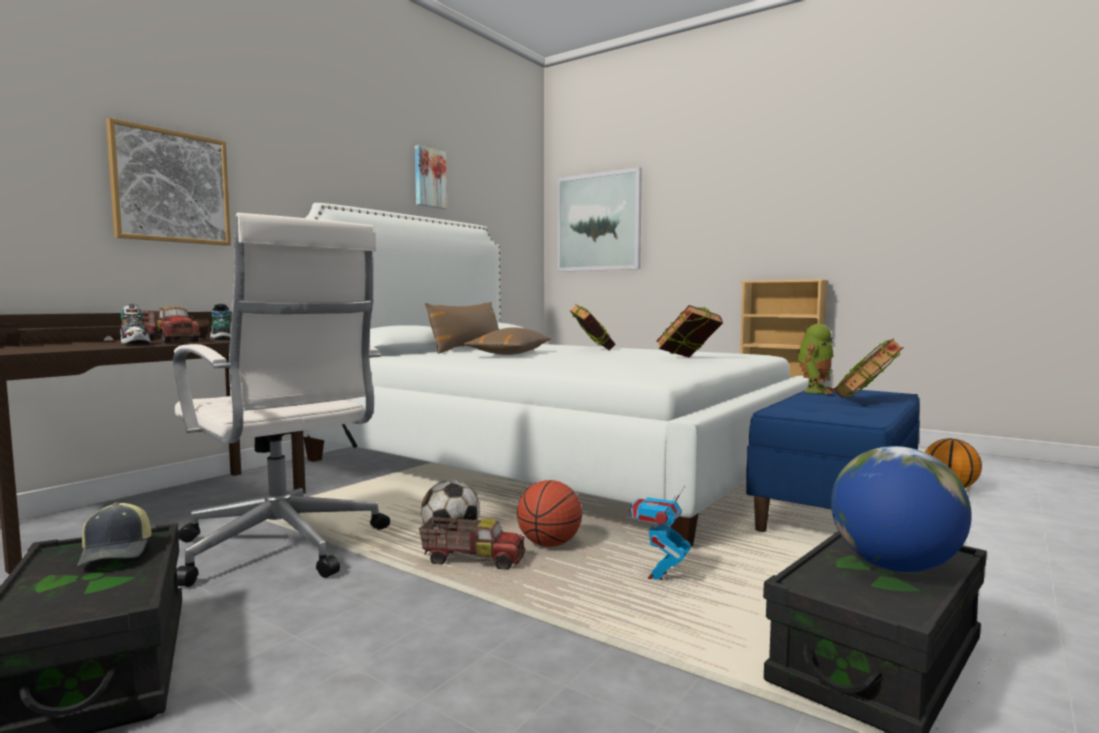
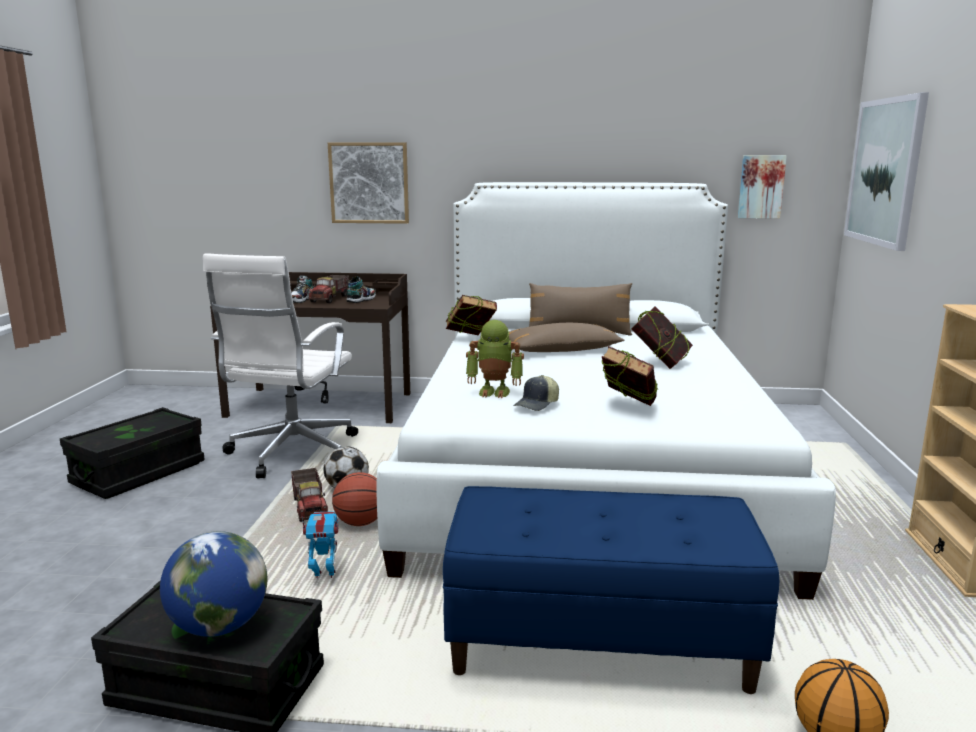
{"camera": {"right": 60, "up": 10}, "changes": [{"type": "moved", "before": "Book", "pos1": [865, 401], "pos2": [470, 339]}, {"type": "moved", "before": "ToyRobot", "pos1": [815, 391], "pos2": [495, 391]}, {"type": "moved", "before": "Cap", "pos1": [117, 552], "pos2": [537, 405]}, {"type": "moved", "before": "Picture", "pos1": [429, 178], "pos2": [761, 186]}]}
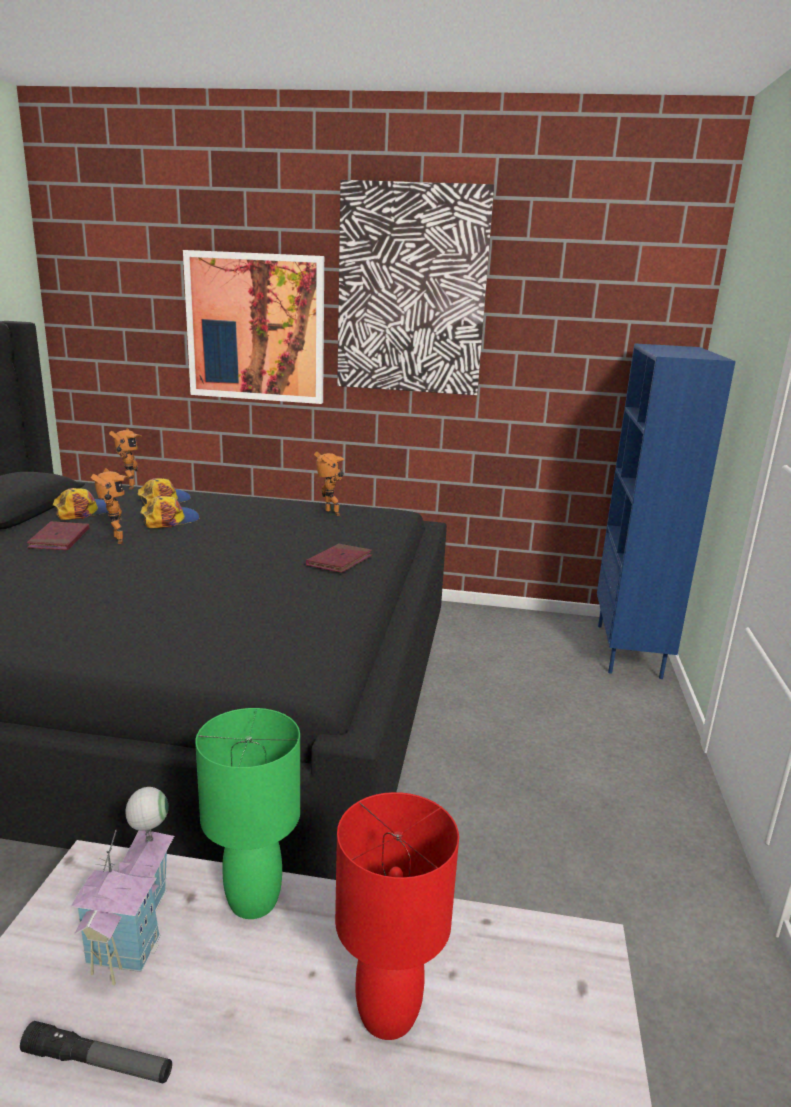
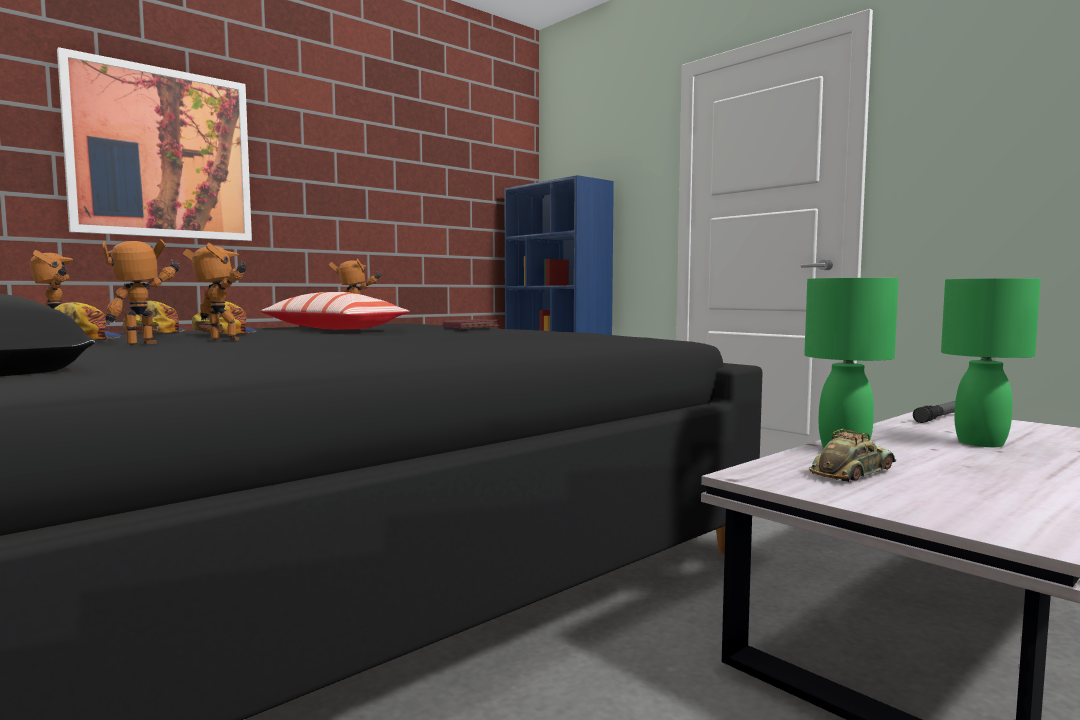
{"camera": {"right": -50, "up": -15}, "changes": [{"type": "replaced", "before": "RedBook", "after": "ToyRobot", "pos1": [59, 539], "pos2": [146, 344]}, {"type": "added", "after": "Pillow", "pos2": [332, 329]}, {"type": "replaced", "before": "ToyHouse", "after": "ToyCar", "pos1": [135, 928], "pos2": [852, 473]}, {"type": "moved", "before": "Flashlight", "pos1": [98, 1063], "pos2": [938, 417]}, {"type": "recoloured", "before": "RedTableLamp", "after": "GreenTableLamp", "pos1": [386, 1015], "pos2": [980, 443]}, {"type": "removed", "before": "Picture", "pos1": [412, 291]}]}
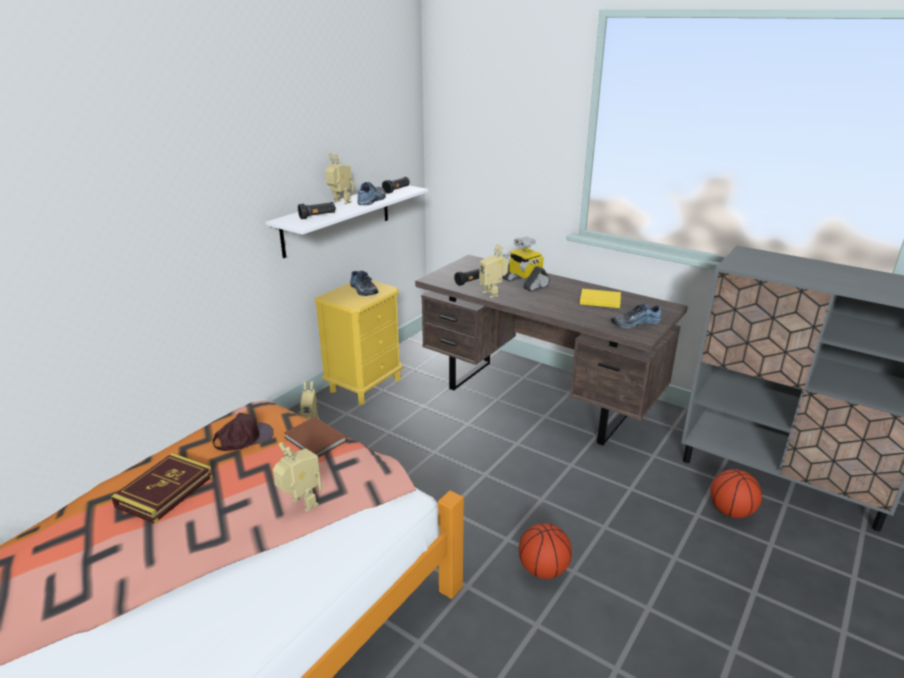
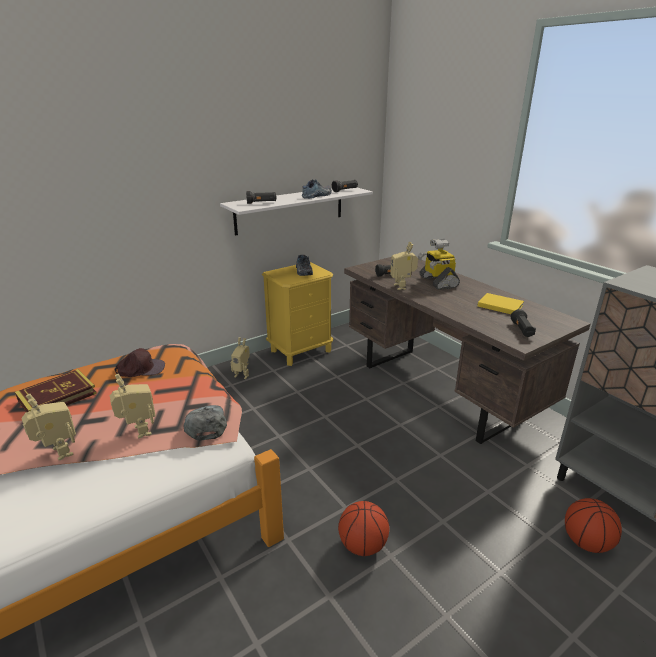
{"camera": {"right": 20, "up": 0}, "changes": [{"type": "moved", "before": "ToyRobot", "pos1": [340, 203], "pos2": [58, 453]}, {"type": "added", "after": "GreyCap", "pos2": [205, 424]}, {"type": "replaced", "before": "Shoe", "after": "BlackFlashlight", "pos1": [634, 322], "pos2": [522, 330]}, {"type": "removed", "before": "BrownBook", "pos1": [315, 440]}]}
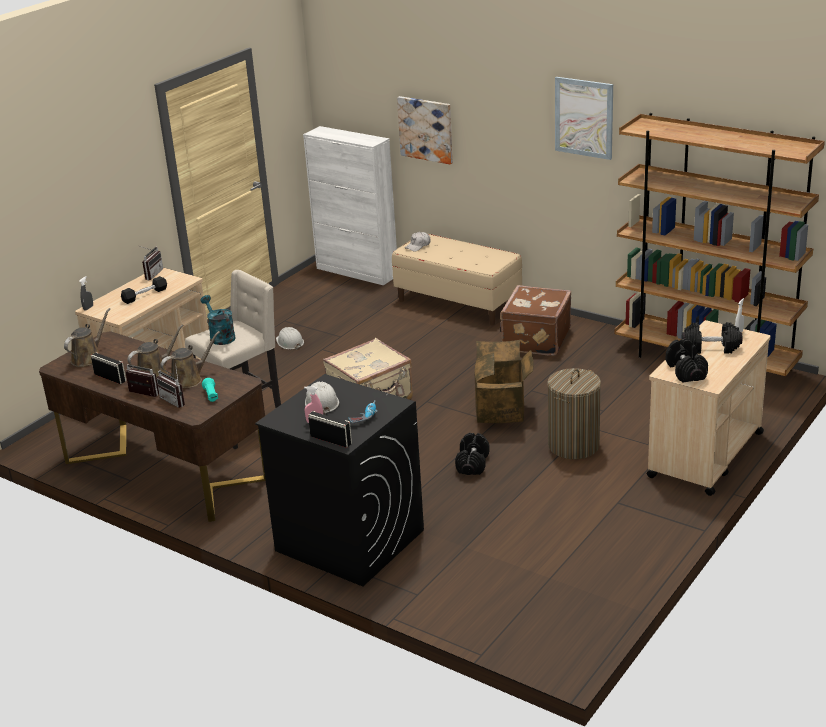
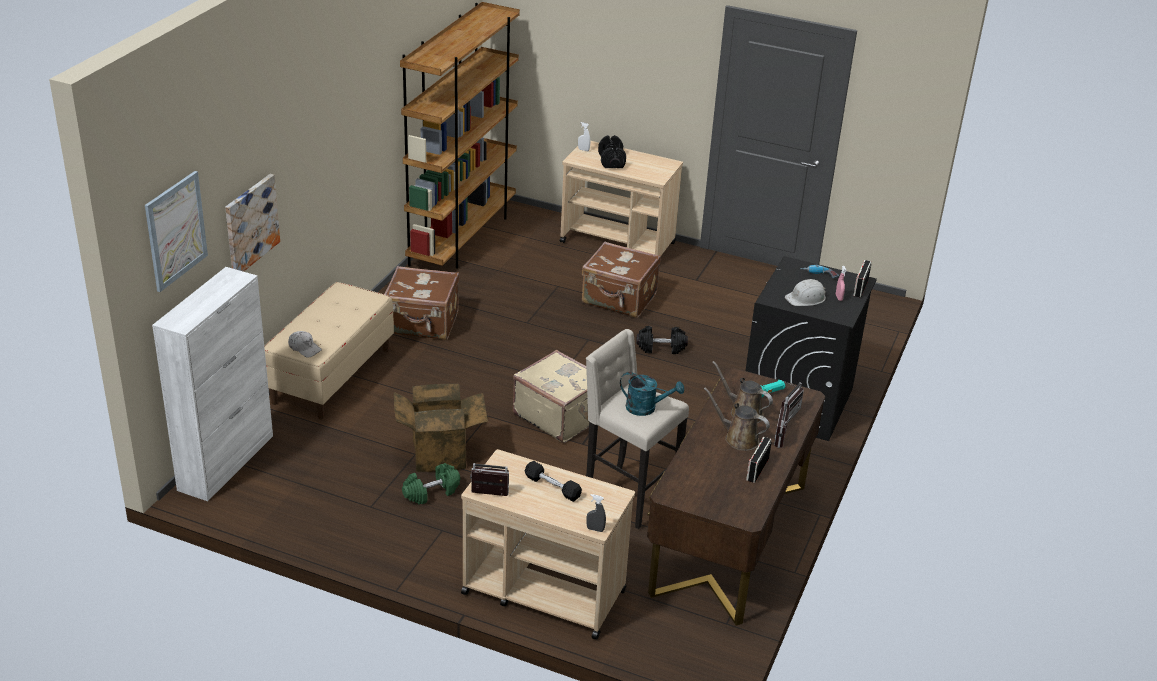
{"camera": {"right": -105, "up": 5}, "changes": [{"type": "moved", "before": "Picture", "pos1": [584, 117], "pos2": [176, 230]}, {"type": "moved", "before": "CardboardBox", "pos1": [502, 411], "pos2": [440, 453]}, {"type": "replaced", "before": "WhiteHardHat", "after": "GreenDumbbell", "pos1": [289, 342], "pos2": [431, 492]}, {"type": "replaced", "before": "LaundryBasket", "after": "BrownSuitcase", "pos1": [573, 446], "pos2": [619, 299]}, {"type": "turned", "before": "TurquoiseWateringCan", "pos1": [220, 336], "pos2": [646, 408], "turn": -120}, {"type": "removed", "before": "BrownWateringCan", "pos1": [88, 358]}, {"type": "removed", "before": "BlackDumbbell", "pos1": [685, 371]}]}
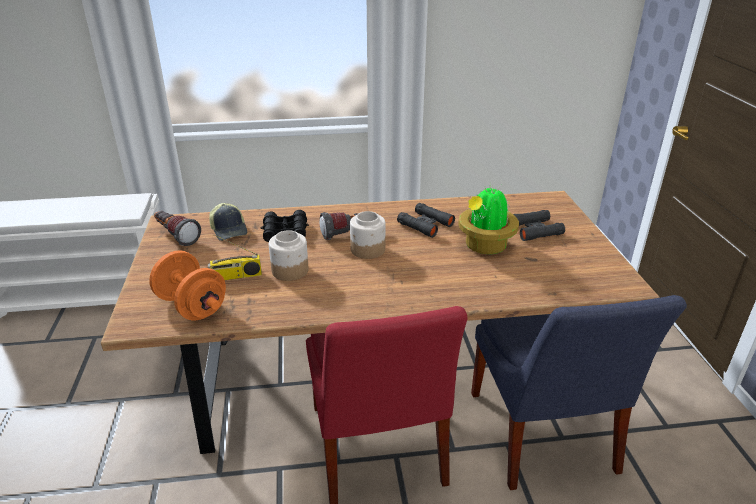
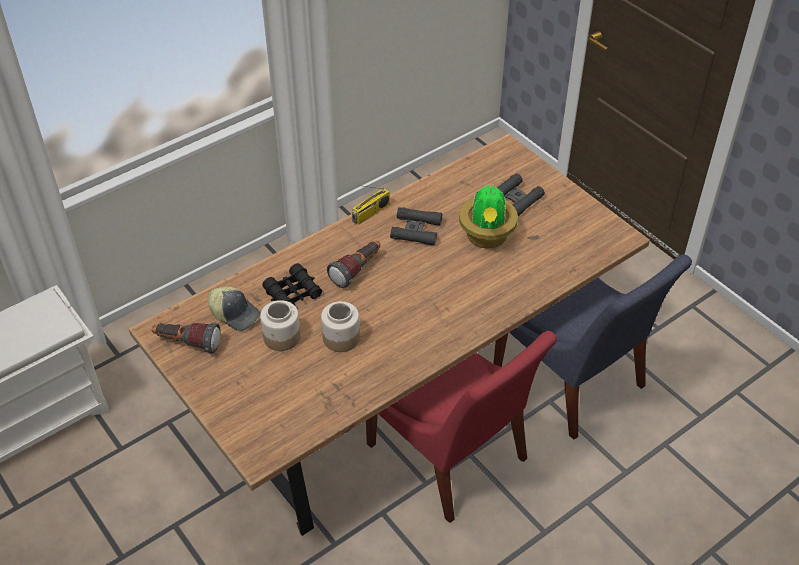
{"camera": {"right": -30, "up": 15}, "changes": [{"type": "moved", "before": "Jar", "pos1": [367, 250], "pos2": [282, 337]}, {"type": "moved", "before": "Radio", "pos1": [236, 276], "pos2": [371, 213]}, {"type": "removed", "before": "OrangeDumbbell", "pos1": [192, 306]}]}
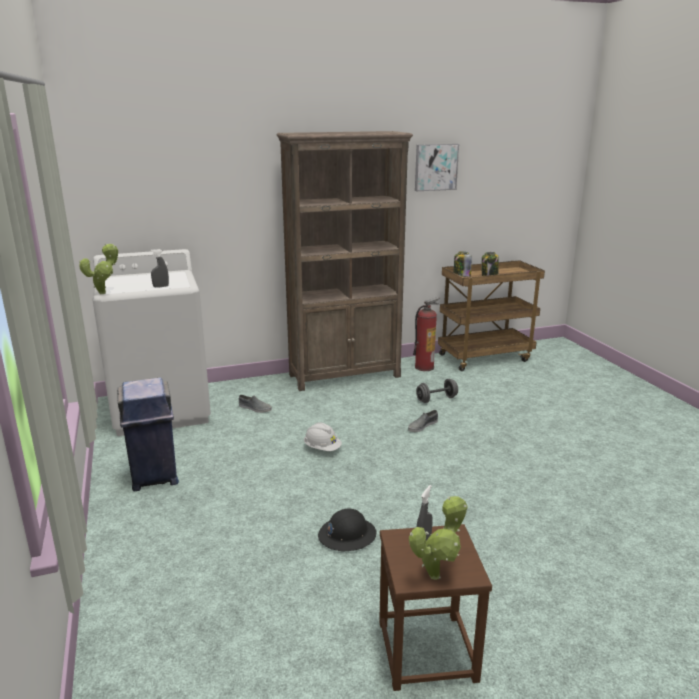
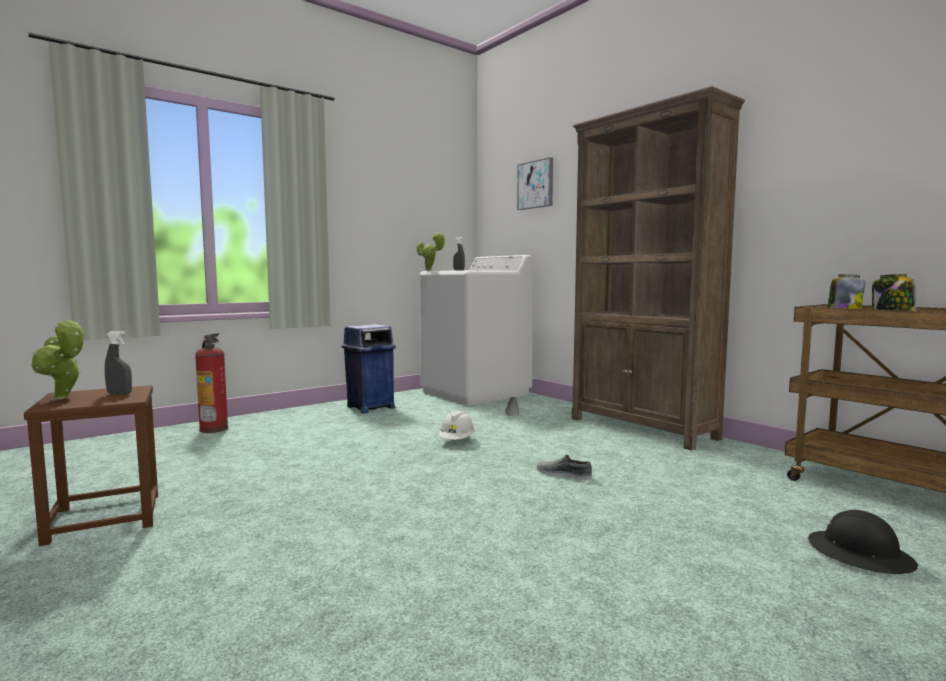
{"camera": {"right": 70, "up": -15}, "changes": [{"type": "moved", "before": "FireExtinguisher", "pos1": [424, 367], "pos2": [214, 429]}, {"type": "moved", "before": "Picture", "pos1": [435, 167], "pos2": [536, 184]}, {"type": "moved", "before": "BlackHardHat", "pos1": [347, 535], "pos2": [860, 554]}, {"type": "removed", "before": "GreyDumbbell", "pos1": [436, 399]}]}
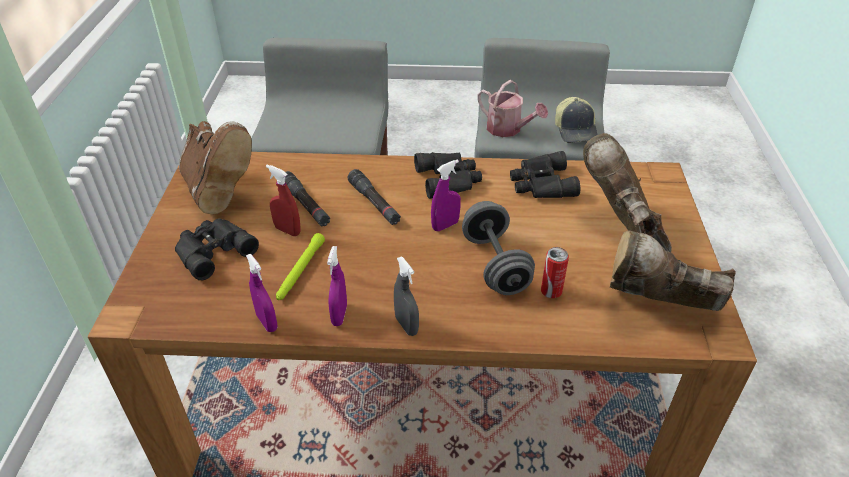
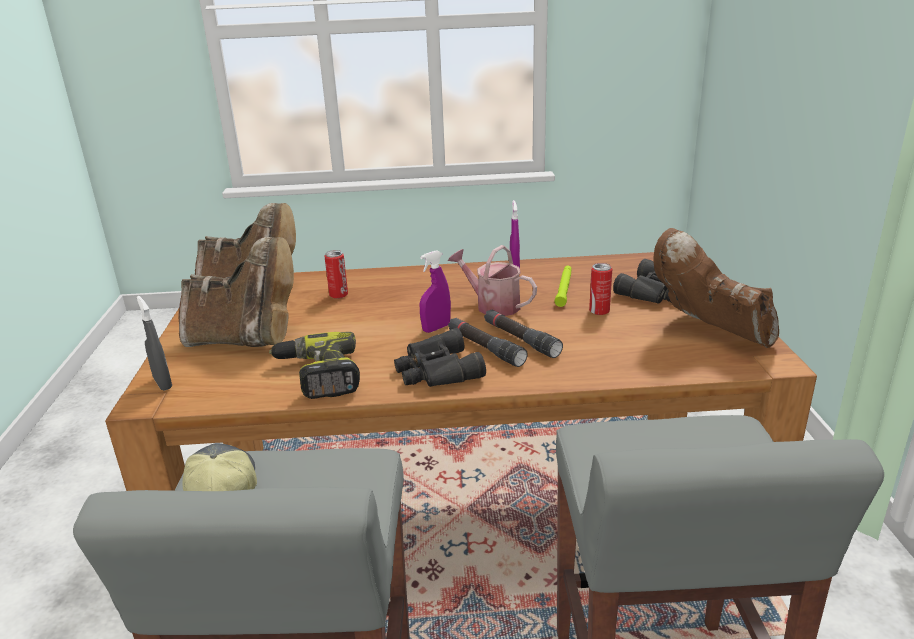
{"camera": {"right": 175, "up": -15}, "changes": [{"type": "moved", "before": "GreySprayBottle", "pos1": [406, 325], "pos2": [163, 383]}, {"type": "turned", "before": "BrownBoot", "pos1": [622, 230], "pos2": [245, 340], "turn": -60}, {"type": "replaced", "before": "BlackBinoculars", "after": "PowerDrill", "pos1": [541, 184], "pos2": [318, 376]}, {"type": "moved", "before": "WateringCan", "pos1": [508, 129], "pos2": [492, 305]}, {"type": "moved", "before": "BlackFlashlight", "pos1": [305, 205], "pos2": [485, 348]}, {"type": "replaced", "before": "RedSprayBottle", "after": "Can", "pos1": [287, 230], "pos2": [599, 311]}, {"type": "removed", "before": "PurpleSprayBottle", "pos1": [267, 322]}, {"type": "removed", "before": "GreyDumbbell", "pos1": [495, 264]}]}
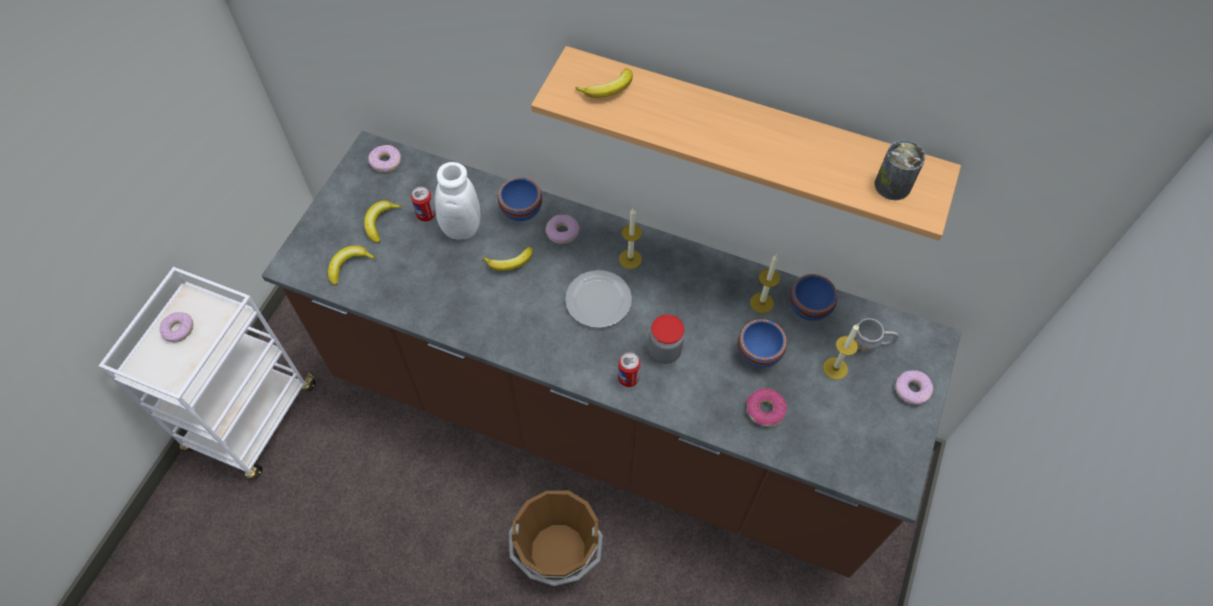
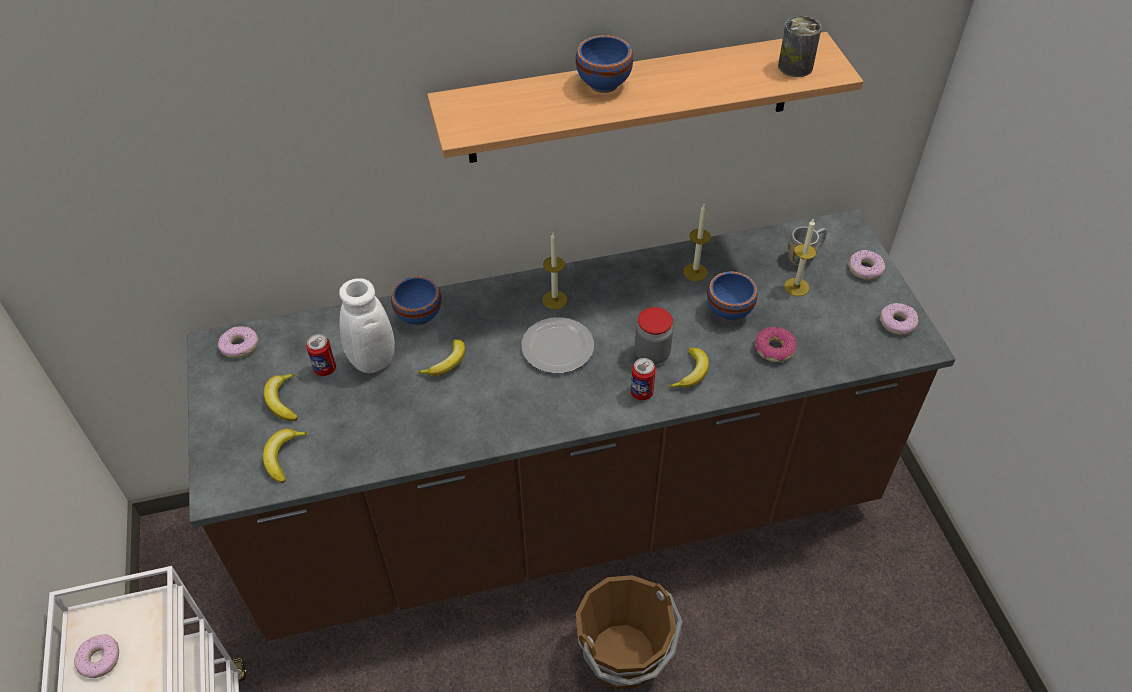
{"camera": {"right": -35, "up": -10}, "changes": [{"type": "moved", "before": "BlueBowl", "pos1": [808, 307], "pos2": [603, 83]}, {"type": "moved", "before": "Banana", "pos1": [608, 89], "pos2": [691, 373]}, {"type": "moved", "before": "Donut", "pos1": [562, 232], "pos2": [897, 323]}]}
